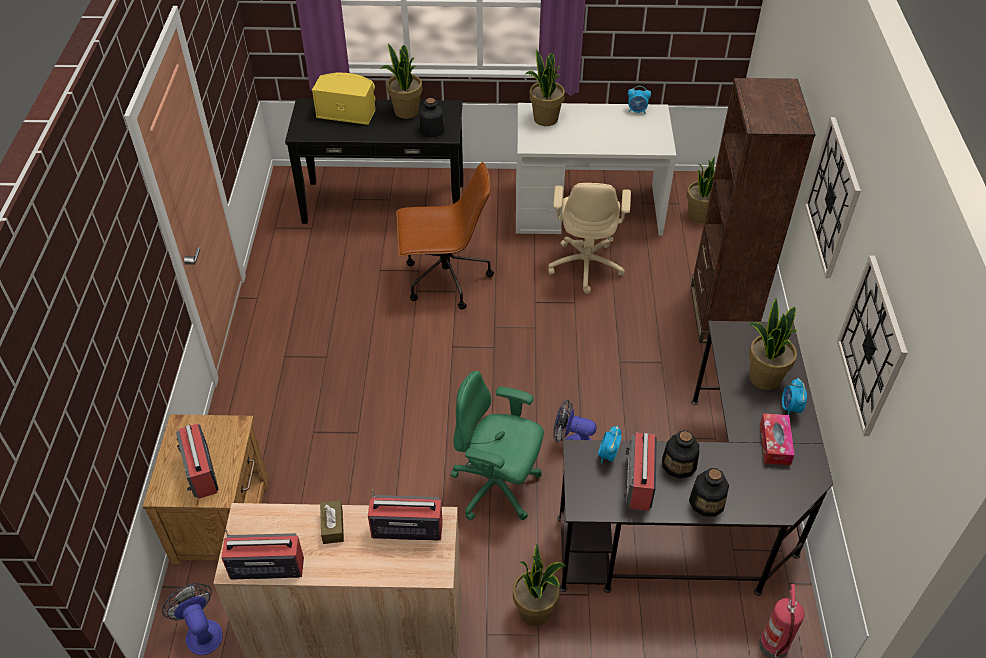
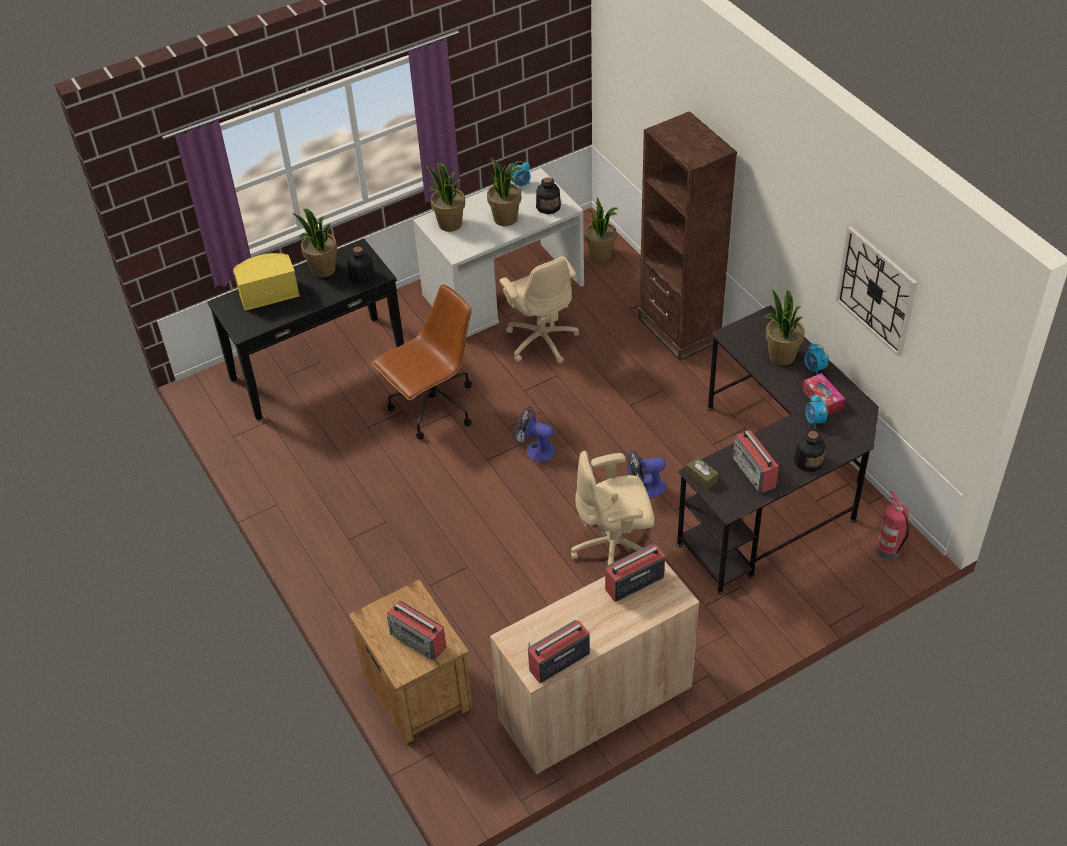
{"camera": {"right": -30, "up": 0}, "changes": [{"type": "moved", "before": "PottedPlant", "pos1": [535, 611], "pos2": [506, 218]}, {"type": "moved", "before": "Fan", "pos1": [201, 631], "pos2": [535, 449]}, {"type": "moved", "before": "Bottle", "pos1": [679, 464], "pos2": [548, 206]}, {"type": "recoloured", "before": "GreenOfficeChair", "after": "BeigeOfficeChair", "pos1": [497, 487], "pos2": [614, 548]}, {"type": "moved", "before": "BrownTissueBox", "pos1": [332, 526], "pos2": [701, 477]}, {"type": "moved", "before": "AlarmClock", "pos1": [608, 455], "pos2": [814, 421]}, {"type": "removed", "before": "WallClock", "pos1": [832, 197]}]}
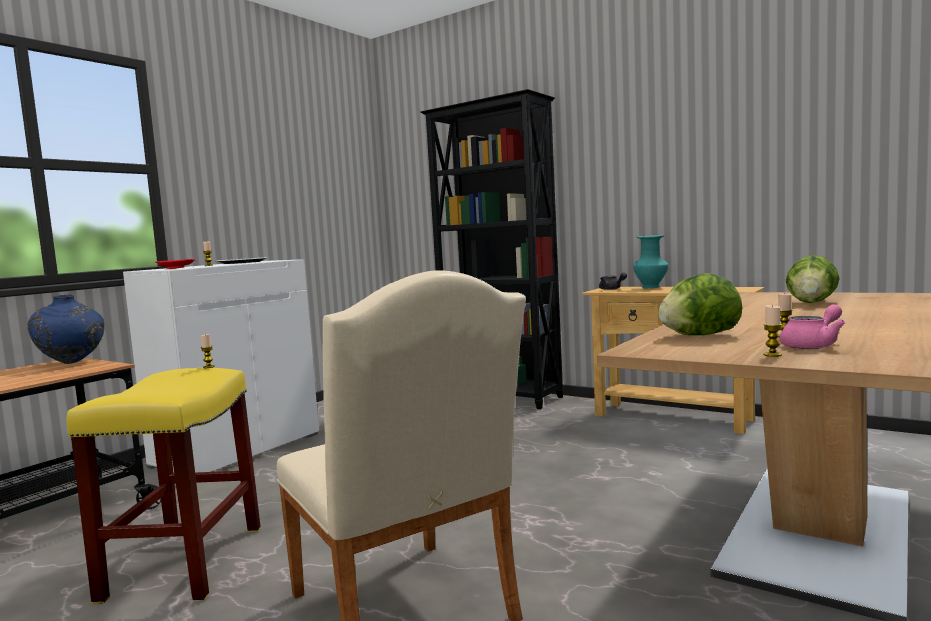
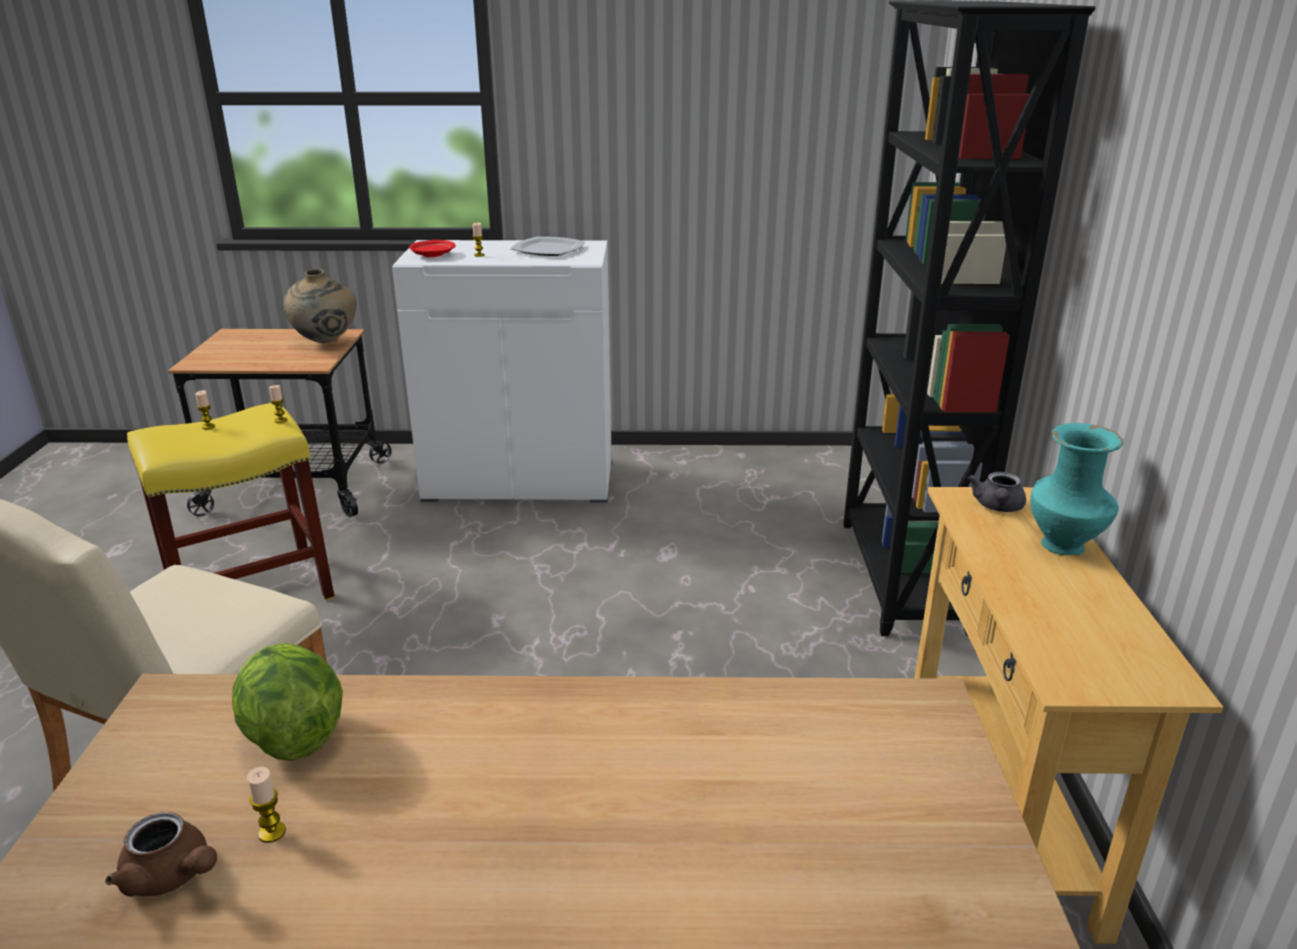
{"camera": {"right": 55, "up": 20}, "changes": [{"type": "recoloured", "before": "PinkTeapot", "after": "BrownTeapot", "pos1": [813, 345], "pos2": [172, 876]}, {"type": "moved", "before": "Candle", "pos1": [772, 355], "pos2": [208, 426]}, {"type": "recoloured", "before": "BlueVase", "after": "BeigeVase", "pos1": [72, 363], "pos2": [326, 342]}, {"type": "removed", "before": "Lettuce", "pos1": [812, 303]}]}
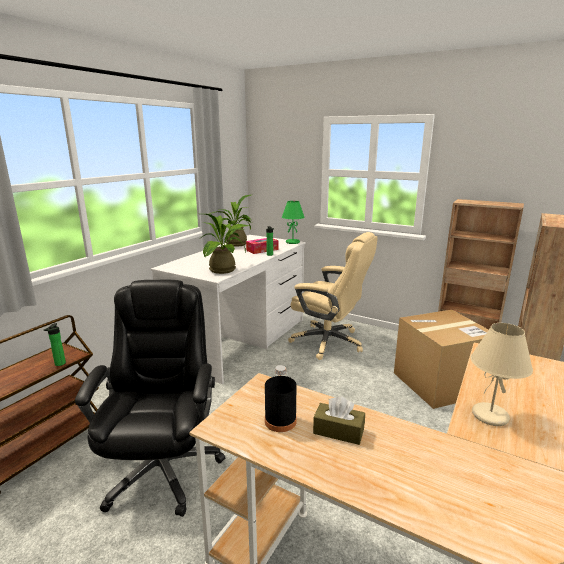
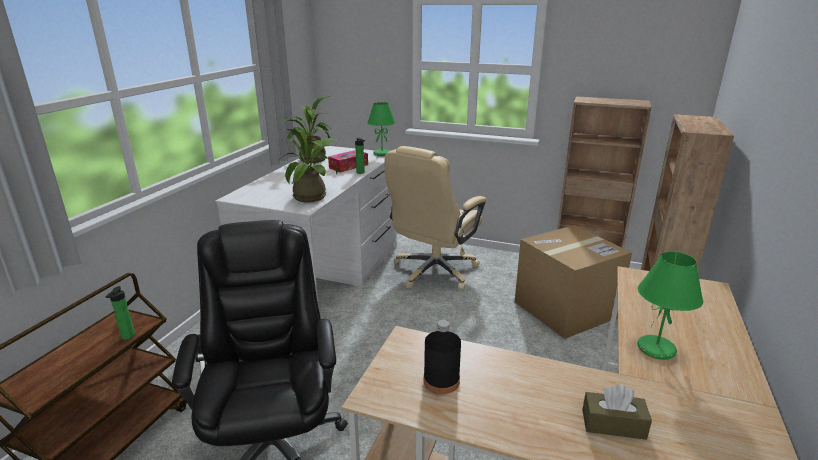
{"camera": {"right": -10, "up": 5}, "changes": [{"type": "turned", "before": "BeigeOfficeChair", "pos1": [329, 342], "pos2": [434, 271], "turn": 105}, {"type": "moved", "before": "BrownTissueBox", "pos1": [338, 431], "pos2": [613, 424]}, {"type": "recoloured", "before": "BeigeTableLamp", "after": "GreenTableLamp", "pos1": [489, 416], "pos2": [656, 349]}]}
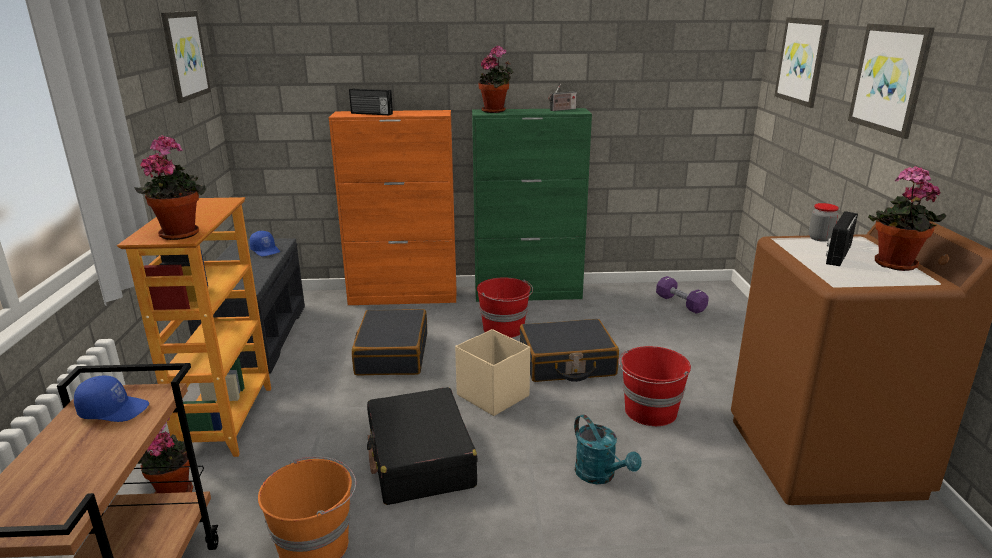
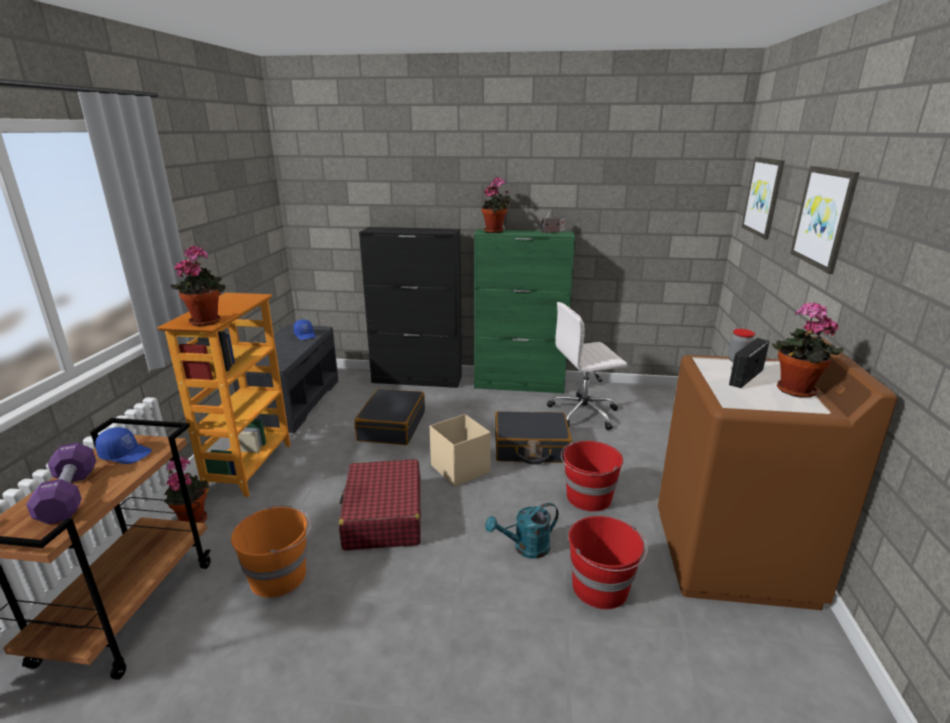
{"camera": {"right": 10, "up": 0}, "changes": [{"type": "moved", "before": "PurpleDumbbell", "pos1": [680, 303], "pos2": [69, 496]}, {"type": "recoloured", "before": "BlackSuitcase", "after": "RedSuitcase", "pos1": [420, 459], "pos2": [383, 516]}, {"type": "recoloured", "before": "OrangeCabinet", "after": "BlackCabinet", "pos1": [404, 297], "pos2": [417, 379]}, {"type": "turned", "before": "TurquoiseWateringCan", "pos1": [600, 475], "pos2": [525, 548], "turn": 90}, {"type": "added", "after": "WhiteOfficeChair", "pos2": [584, 413]}, {"type": "moved", "before": "RedBucket", "pos1": [504, 329], "pos2": [601, 588]}, {"type": "removed", "before": "Picture", "pos1": [184, 55]}, {"type": "removed", "before": "Radio", "pos1": [371, 114]}]}
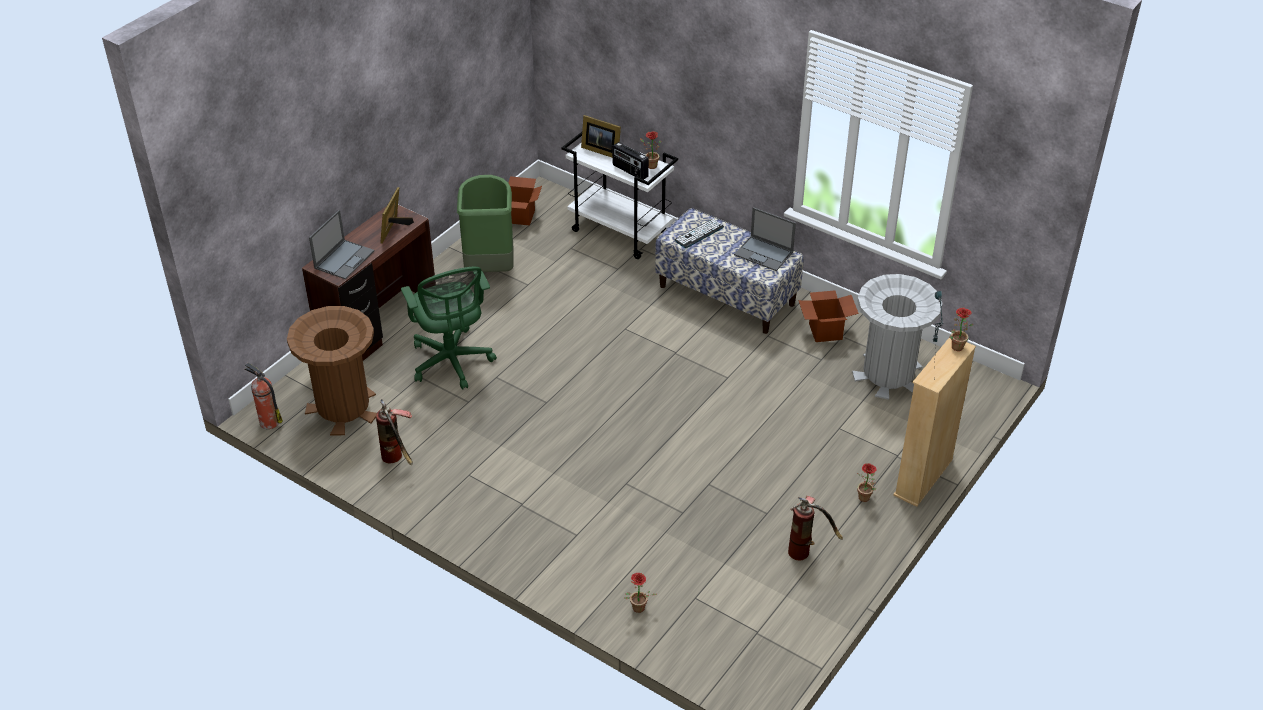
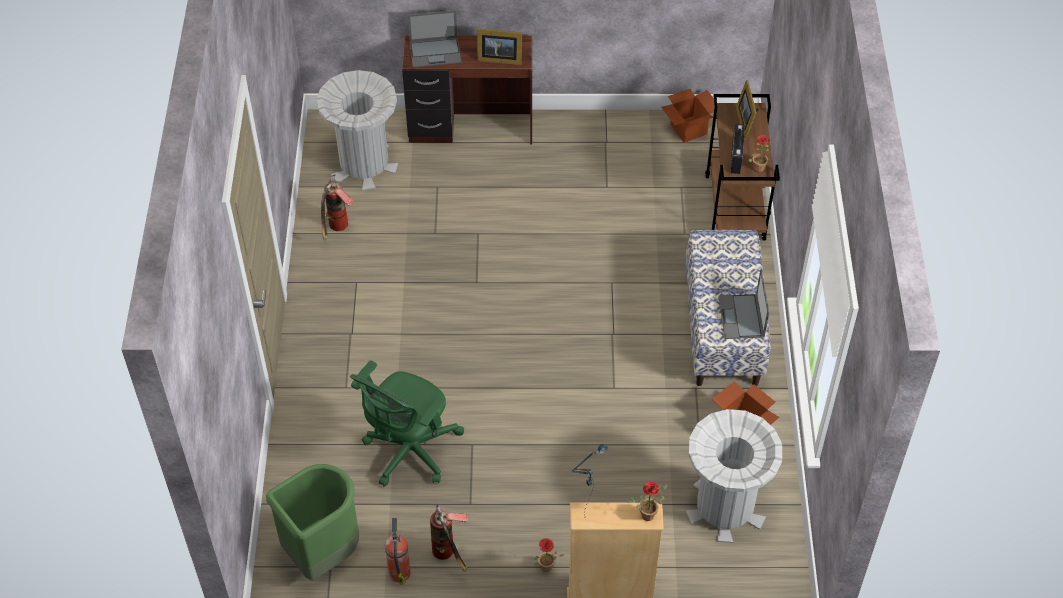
{"camera": {"right": 55, "up": 10}, "changes": [{"type": "moved", "before": "GreenTrashCan", "pos1": [489, 267], "pos2": [322, 553]}, {"type": "recoloured", "before": "BrownTrashCan", "after": "GreyTrashCan", "pos1": [343, 408], "pos2": [364, 164]}, {"type": "moved", "before": "GreenOfficeChair", "pos1": [452, 363], "pos2": [408, 452]}, {"type": "moved", "before": "FireExtinguisher", "pos1": [268, 422], "pos2": [399, 571]}, {"type": "turned", "before": "PictureFrame", "pos1": [395, 229], "pos2": [498, 58], "turn": -150}, {"type": "recoloured", "before": "WhiteCart", "after": "BrownCart", "pos1": [621, 232], "pos2": [735, 208]}, {"type": "removed", "before": "PottedPlant", "pos1": [637, 610]}, {"type": "removed", "before": "Keyboard", "pos1": [699, 234]}]}
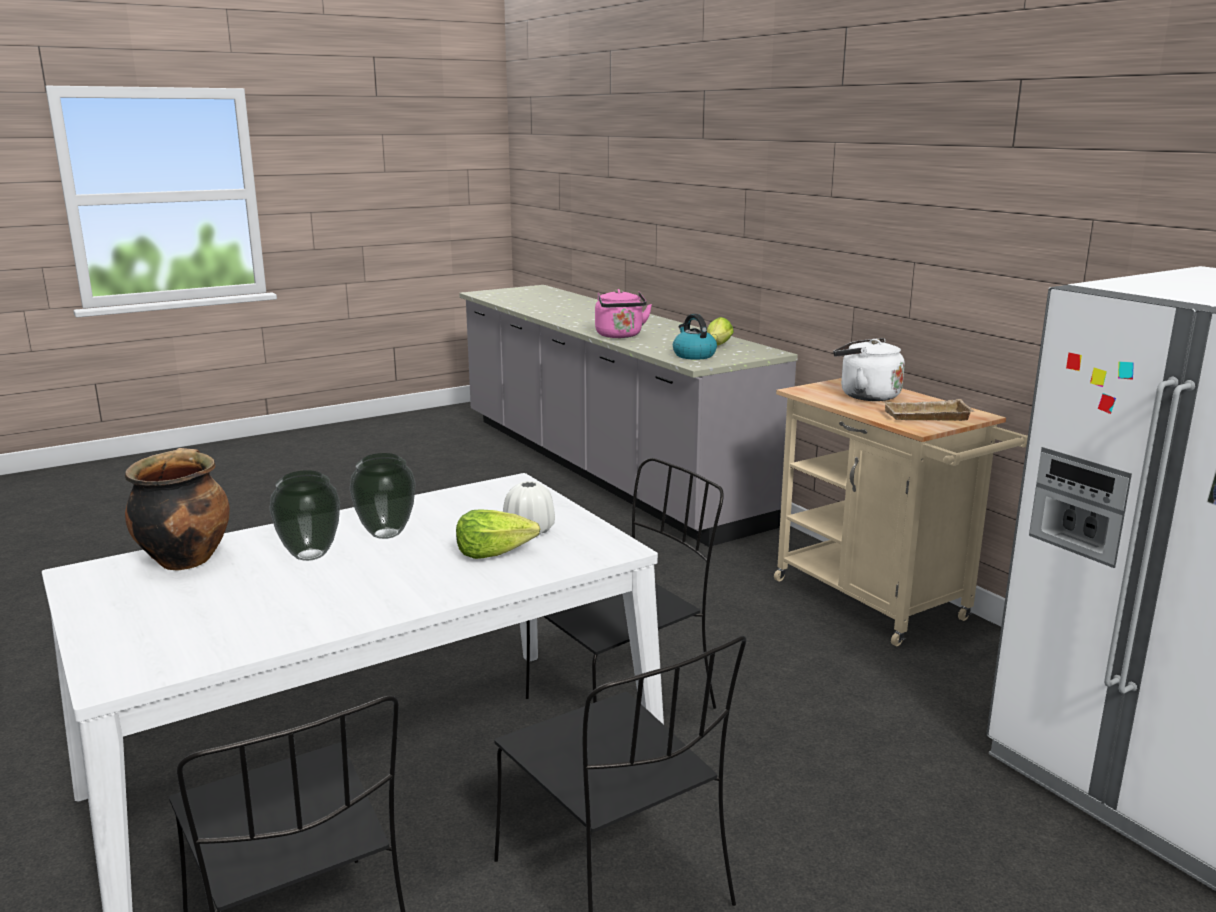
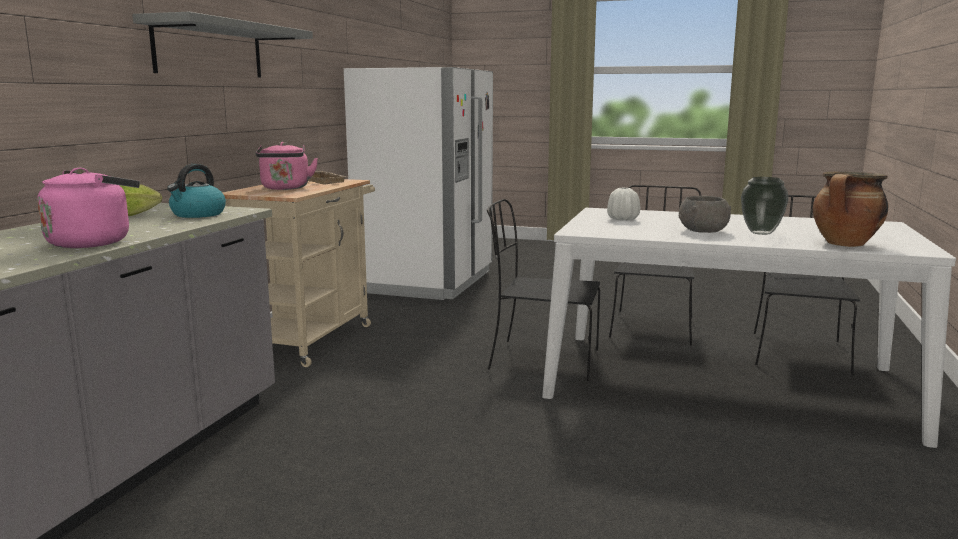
{"camera": {"right": -130, "up": -5}, "changes": [{"type": "added", "after": "GreyShelf", "pos2": [210, 50]}, {"type": "recoloured", "before": "WhiteKettle", "after": "PinkKettle", "pos1": [865, 396], "pos2": [285, 188]}, {"type": "replaced", "before": "Vase", "after": "GreyBowl", "pos1": [387, 534], "pos2": [703, 231]}, {"type": "removed", "before": "Lettuce", "pos1": [494, 553]}]}
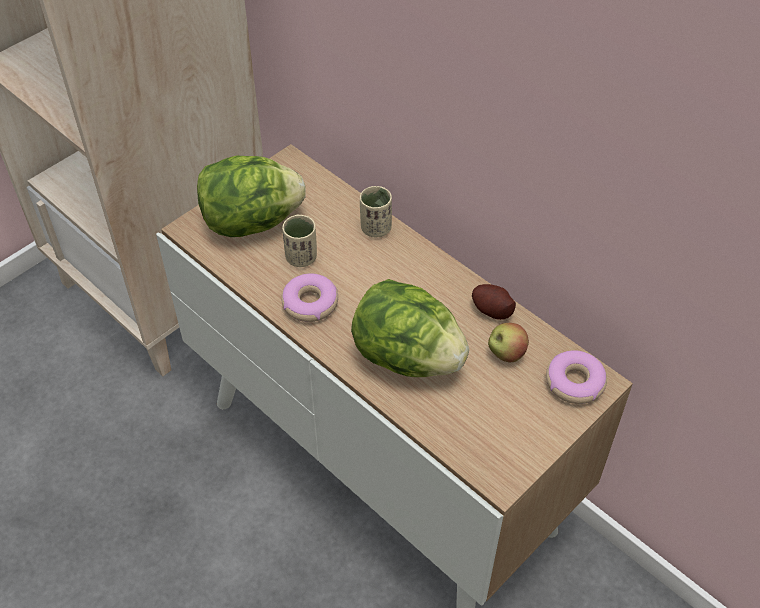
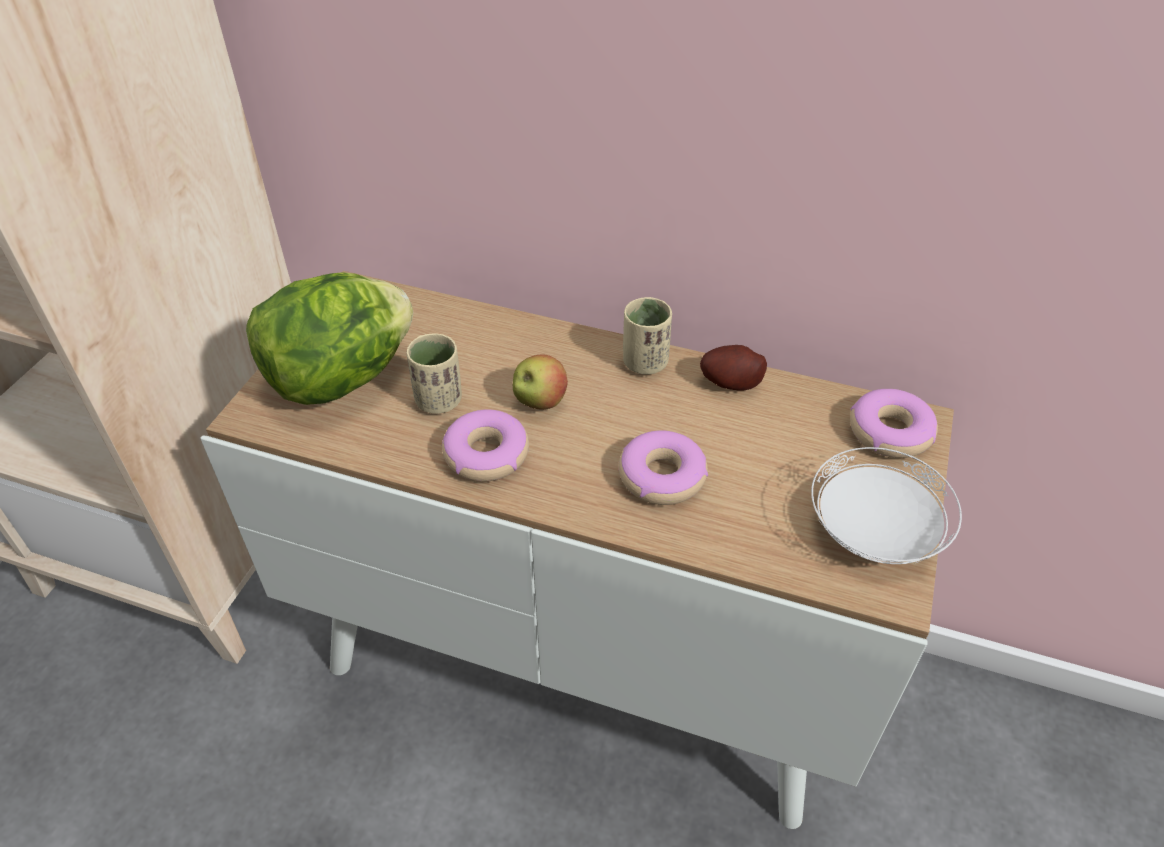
{"camera": {"right": -25, "up": -5}, "changes": [{"type": "moved", "before": "Apple", "pos1": [506, 354], "pos2": [540, 402]}, {"type": "replaced", "before": "Lettuce", "after": "Donut", "pos1": [407, 356], "pos2": [662, 476]}, {"type": "moved", "before": "BeigeCup", "pos1": [376, 228], "pos2": [645, 363]}, {"type": "added", "after": "WhitePlate", "pos2": [875, 532]}]}
